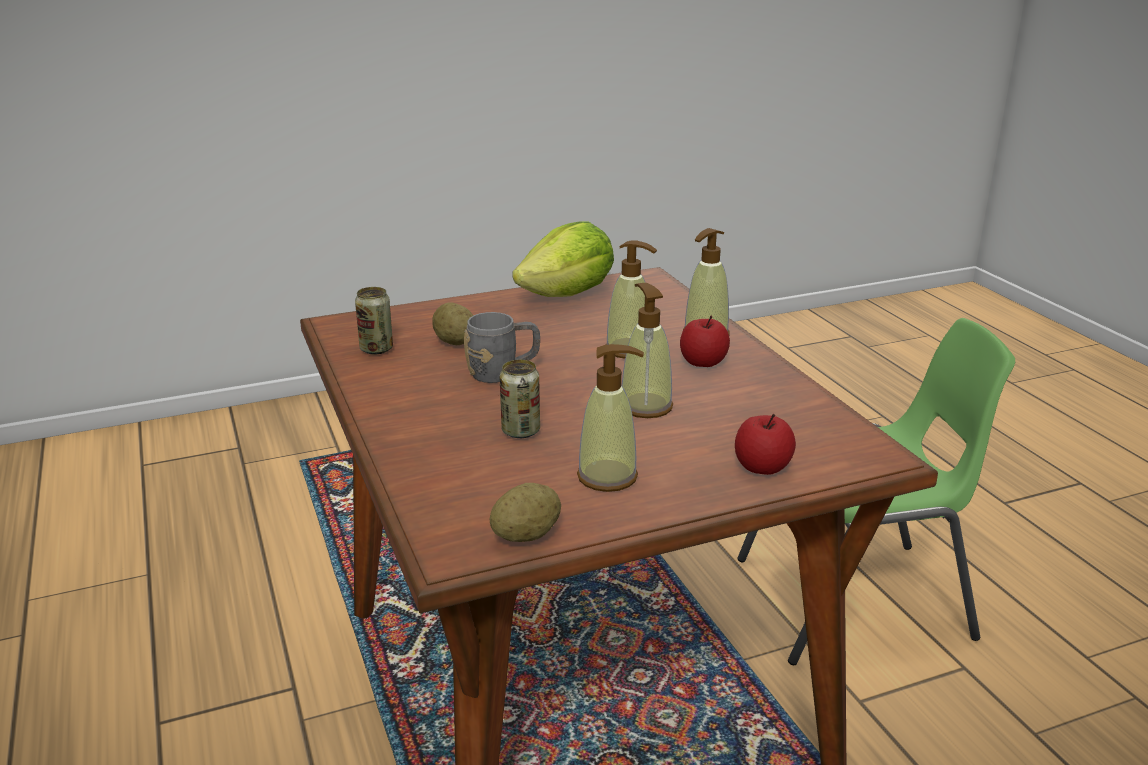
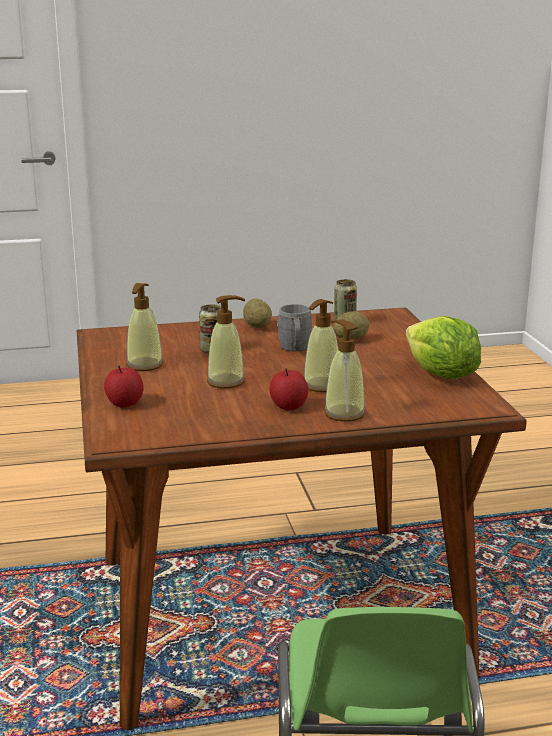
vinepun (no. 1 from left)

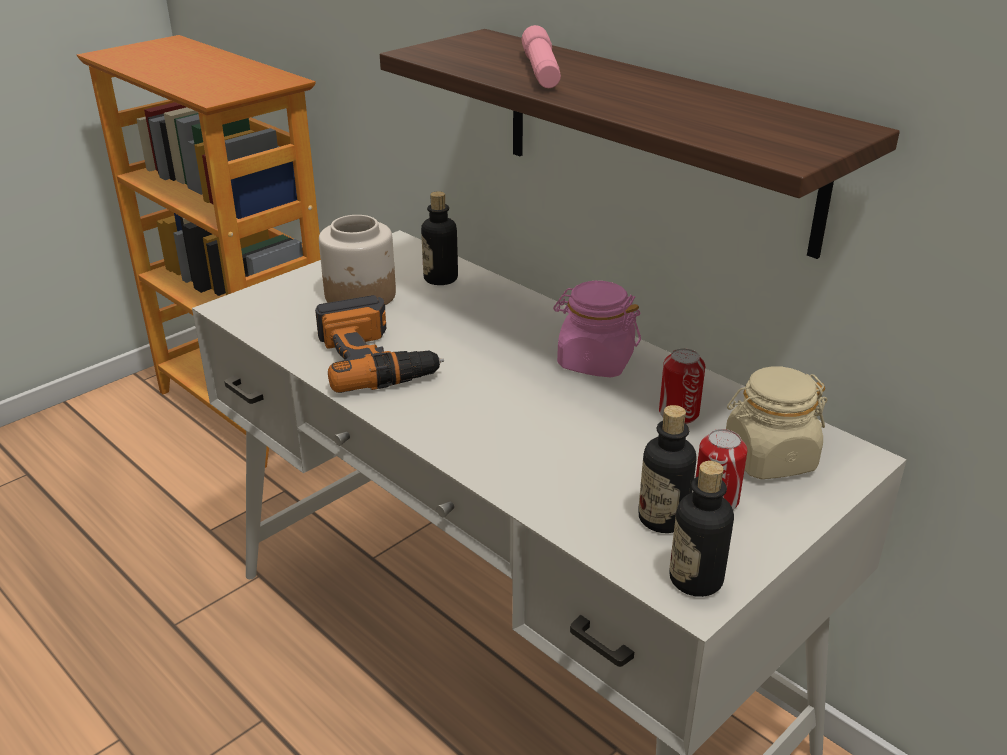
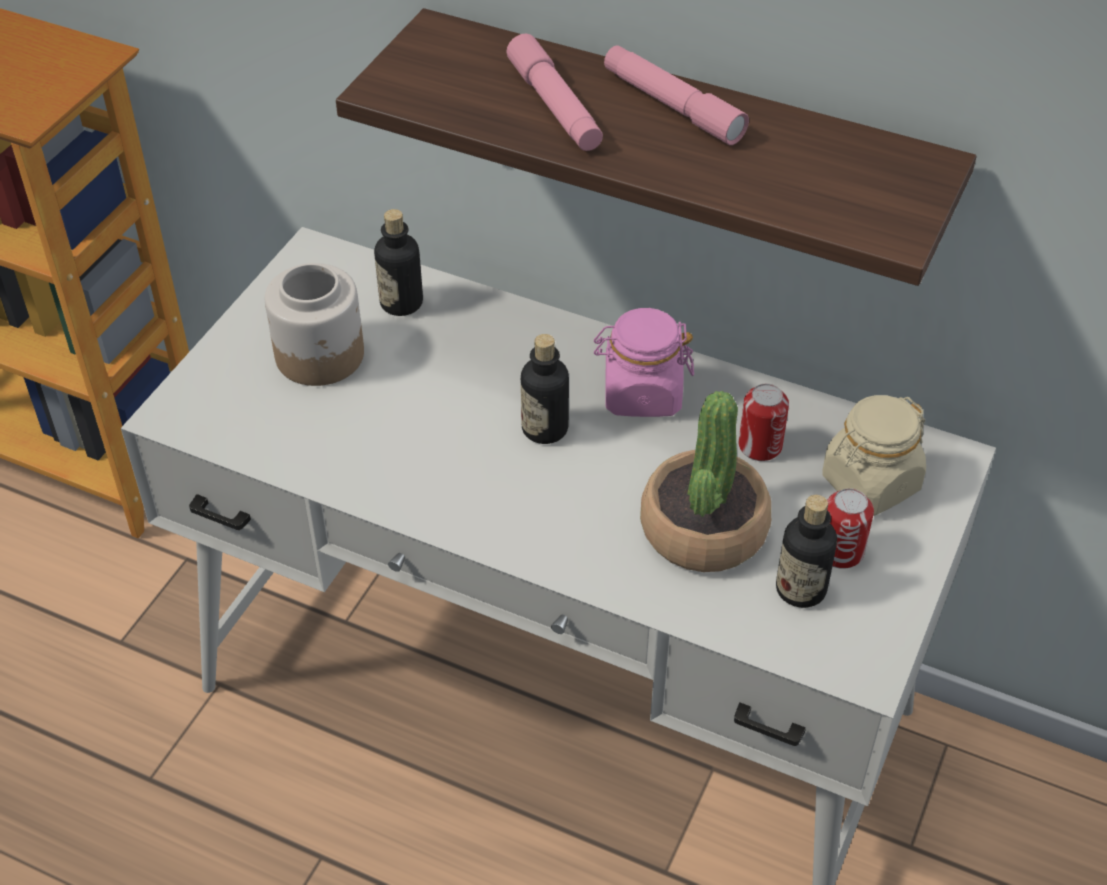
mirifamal (no. 2 from left)
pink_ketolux (no. 2 from left)
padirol
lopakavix

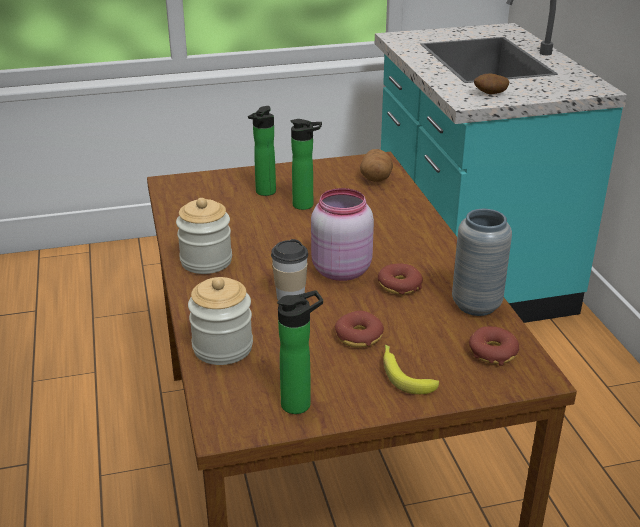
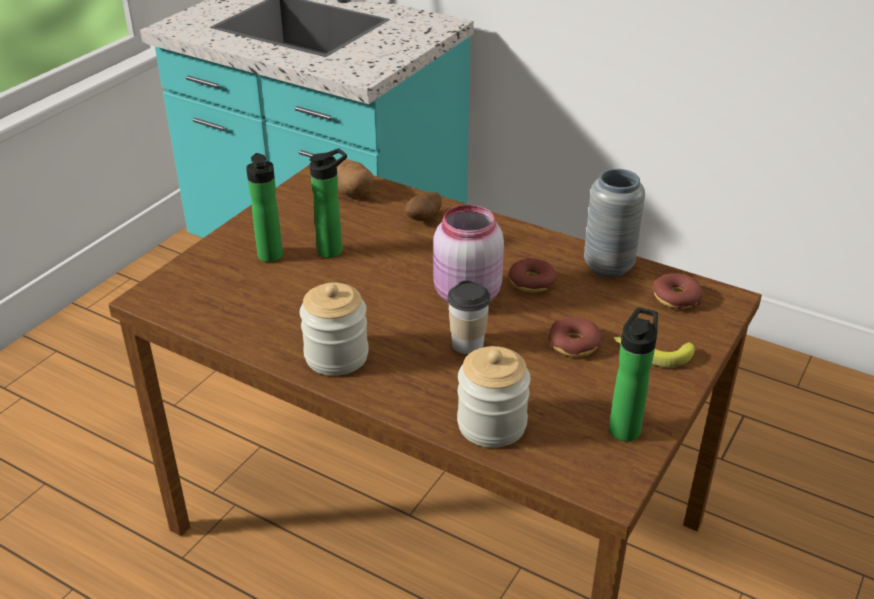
vinepun (no. 2 from left)

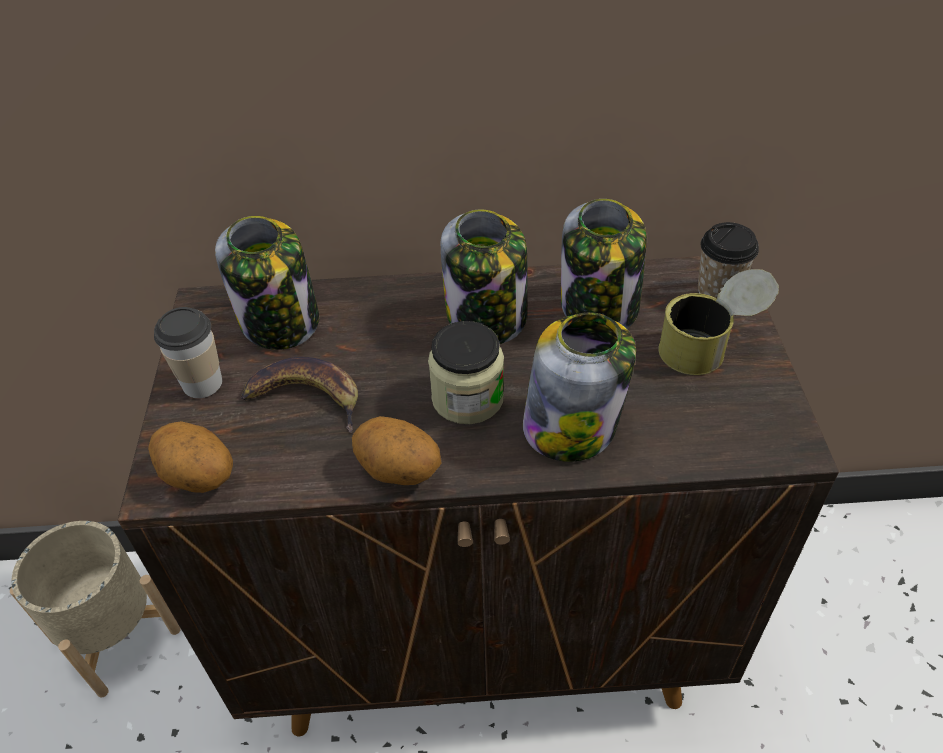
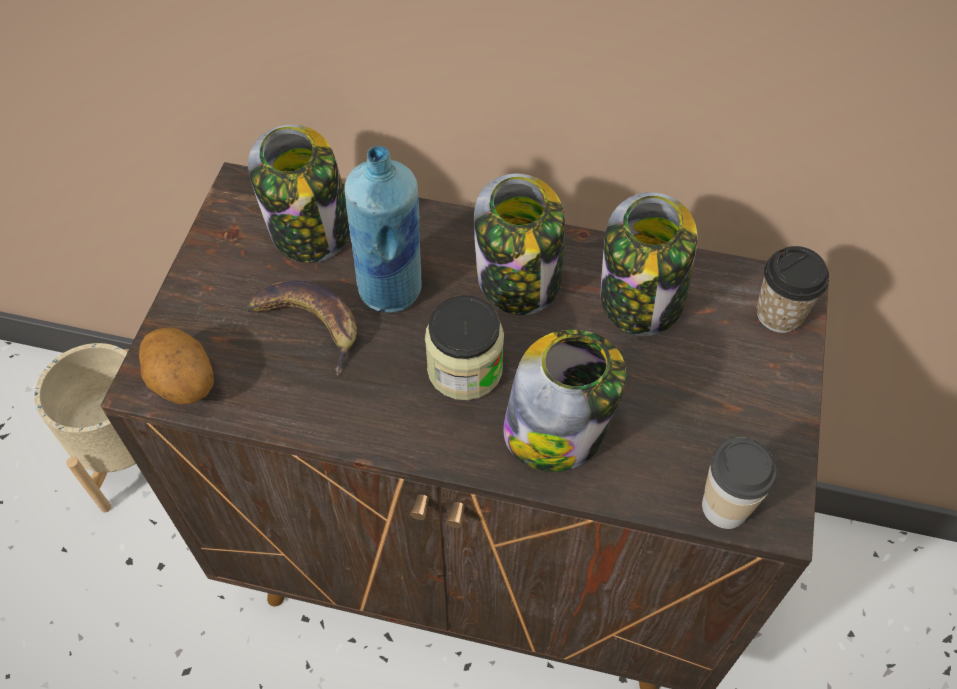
blue_mirifamal
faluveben (no. 1 from left)
vinepun (no. 2 from left in the first image)
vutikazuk

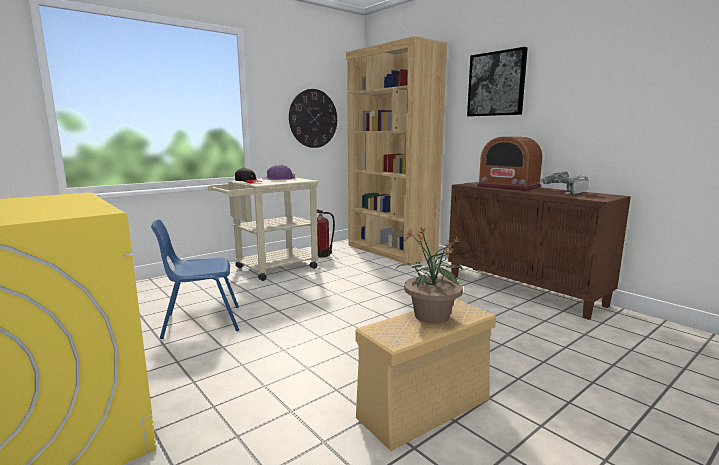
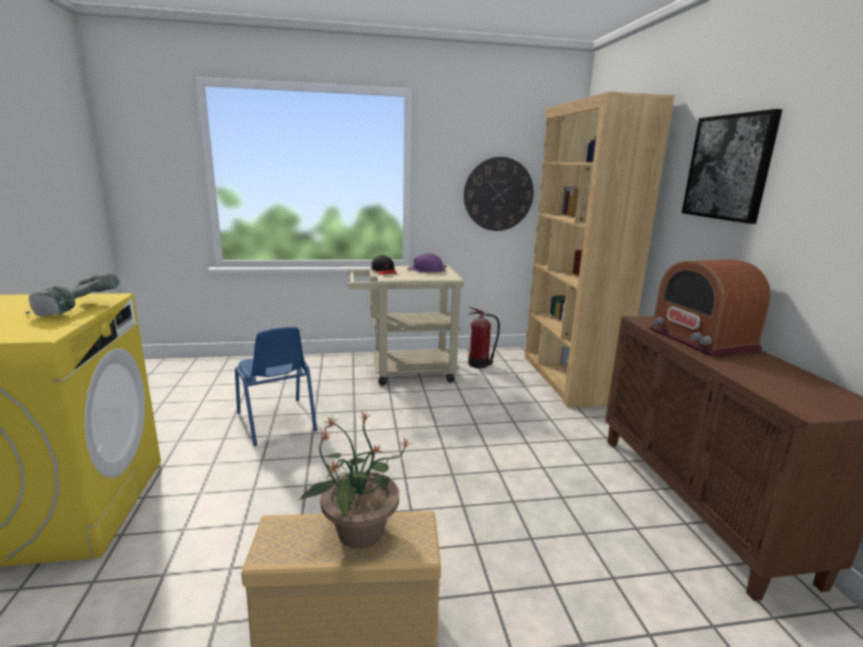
lopakavix
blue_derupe

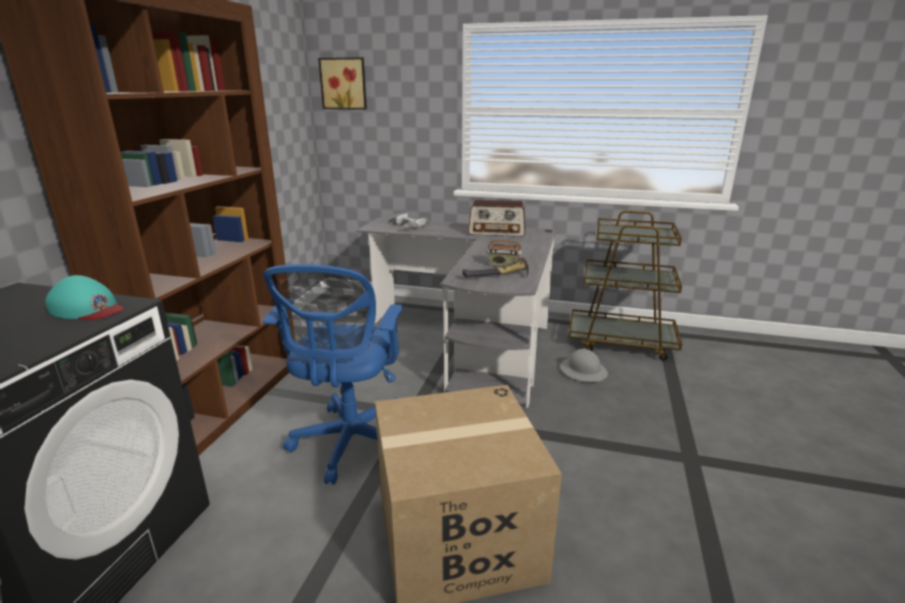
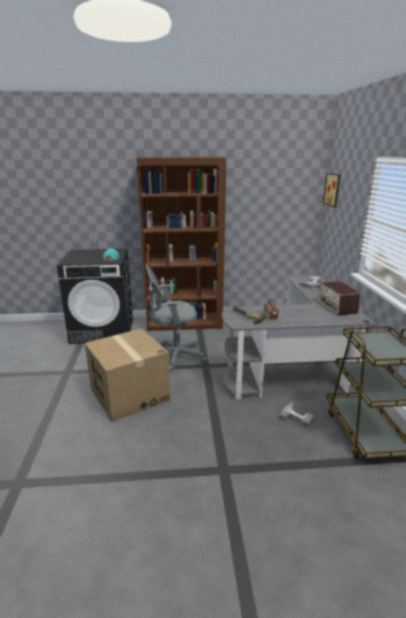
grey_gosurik
lopakavix (no. 1 from left)

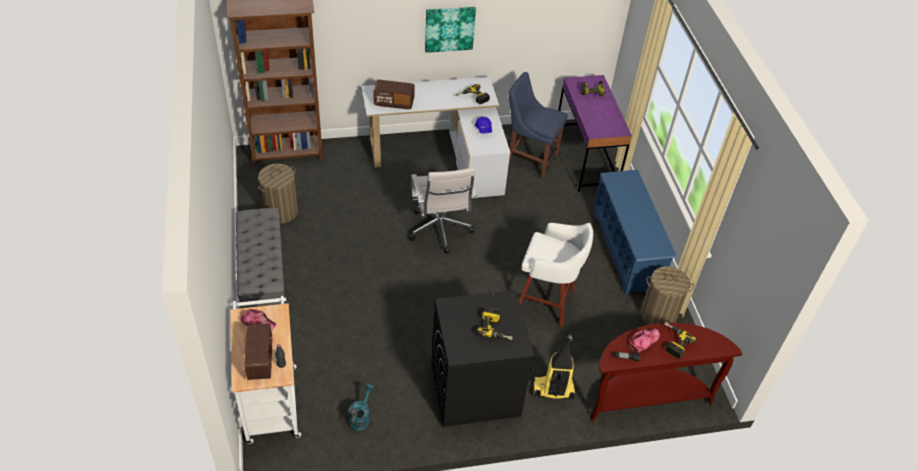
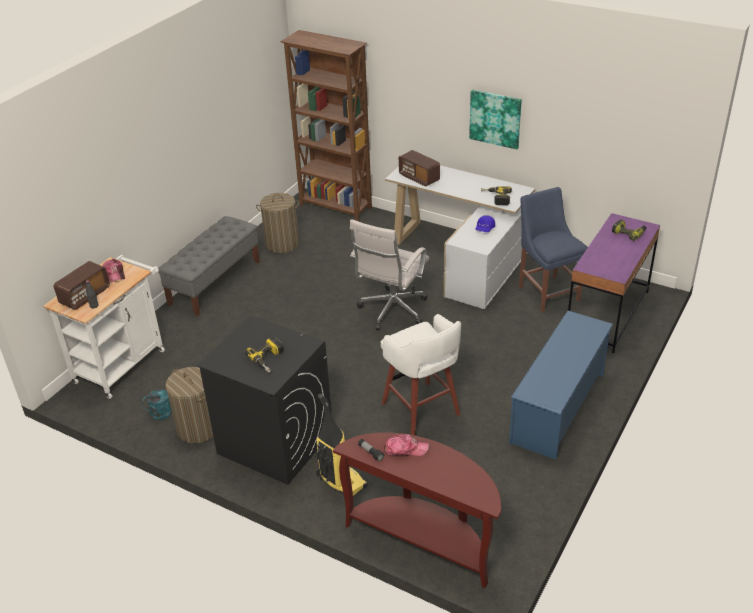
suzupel (no. 1 from left)
lopakavix (no. 4 from left in the first image)

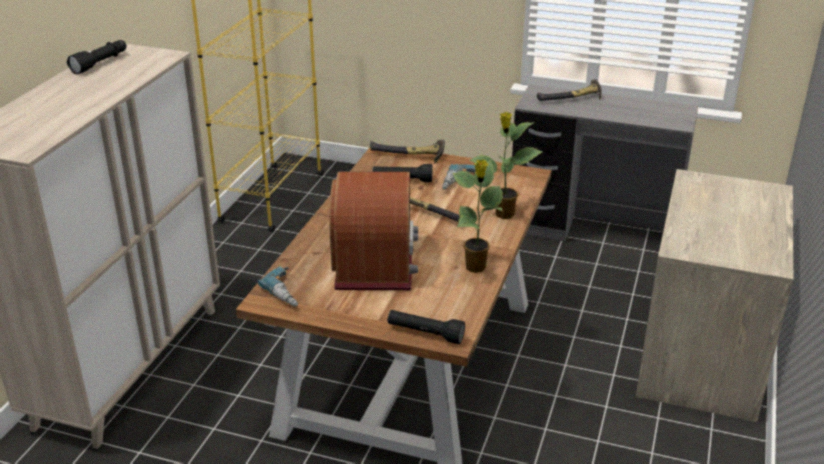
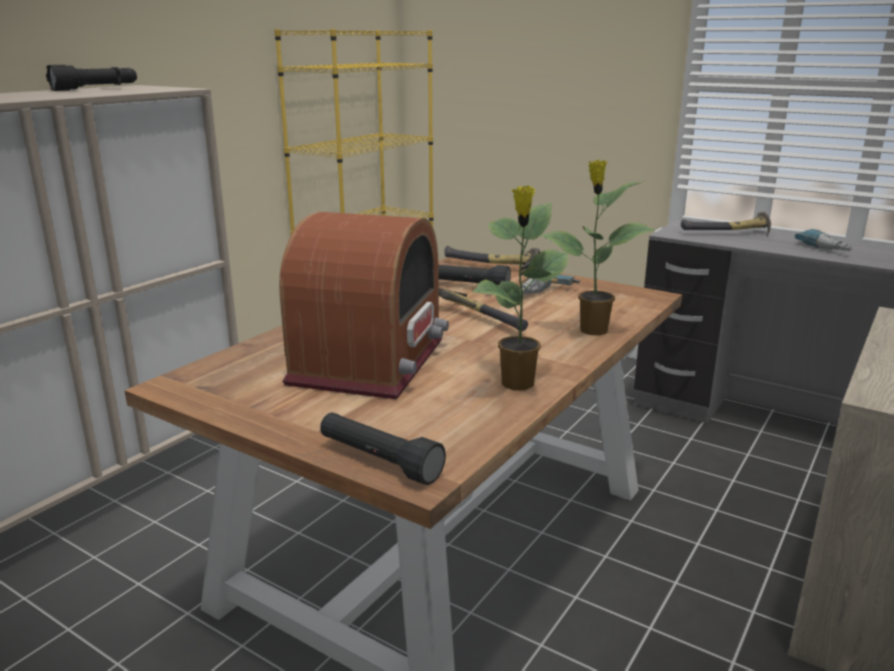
lopakavix (no. 2 from left)

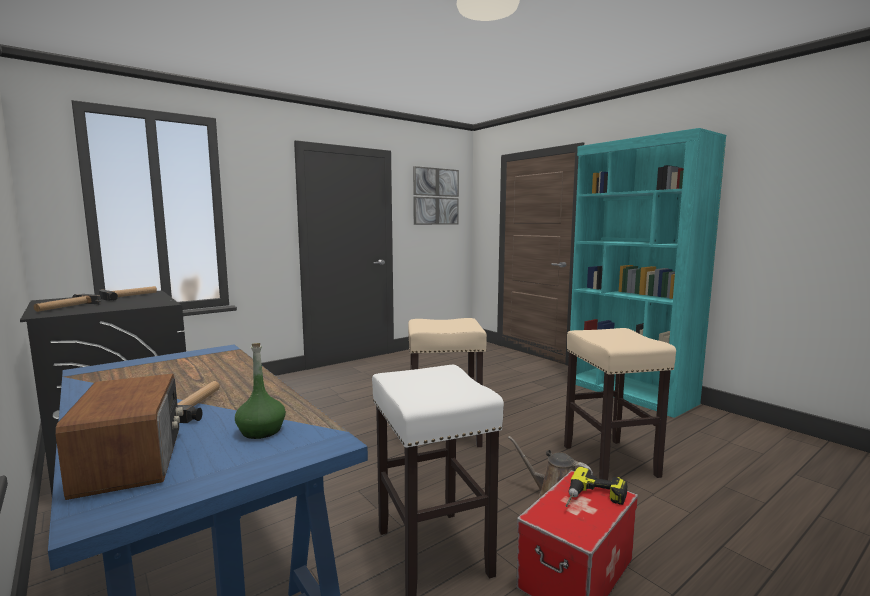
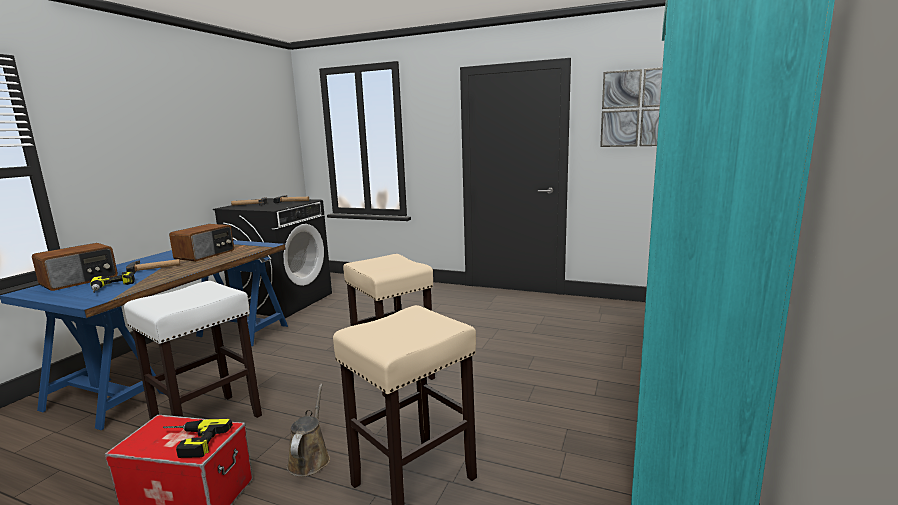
lopakavix (no. 1 from left)
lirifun (no. 2 from left)

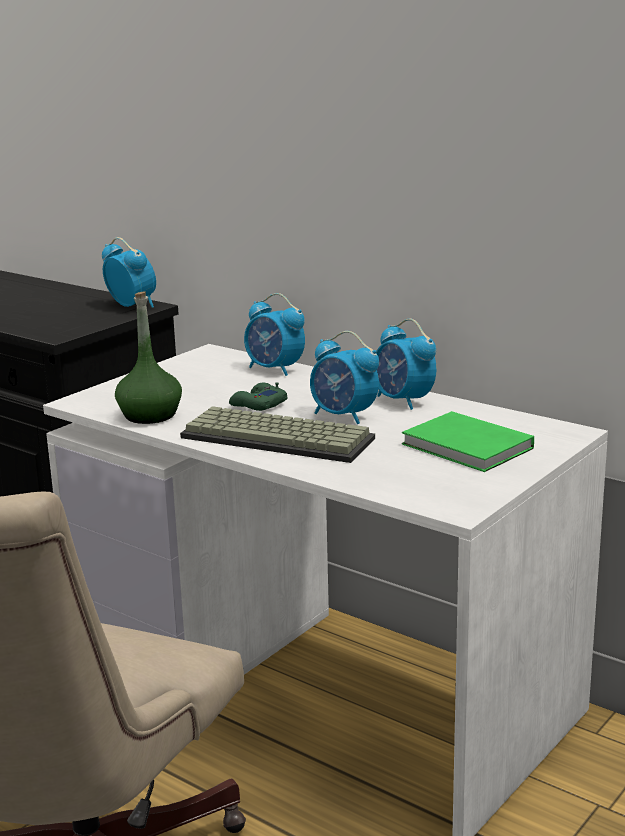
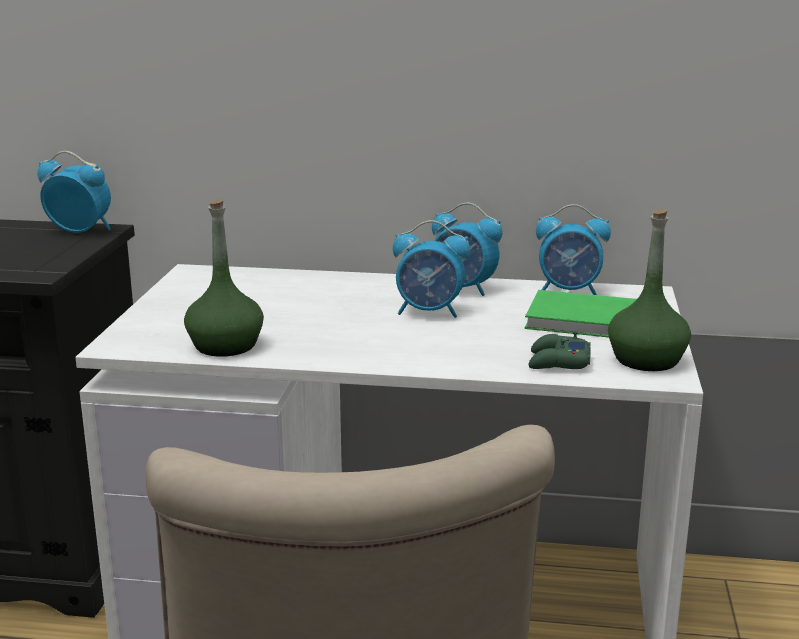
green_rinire
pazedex (no. 4 from left)
green_mirifamal (no. 2 from left)
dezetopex

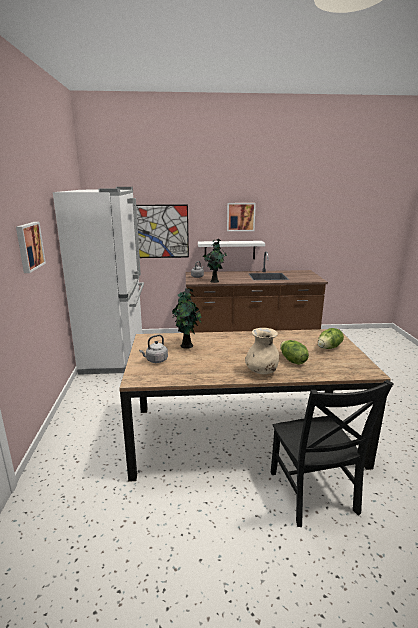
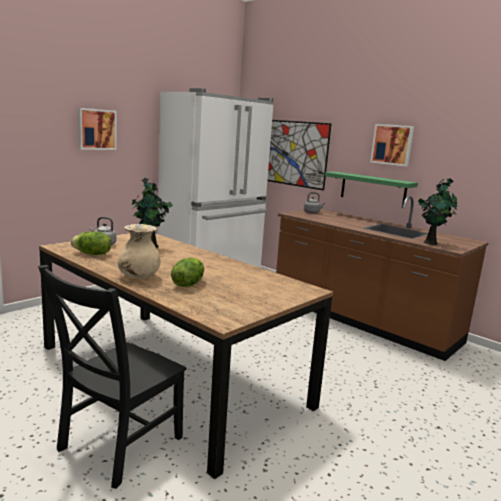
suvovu (no. 1 from left)
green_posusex
padirol (no. 2 from left)

